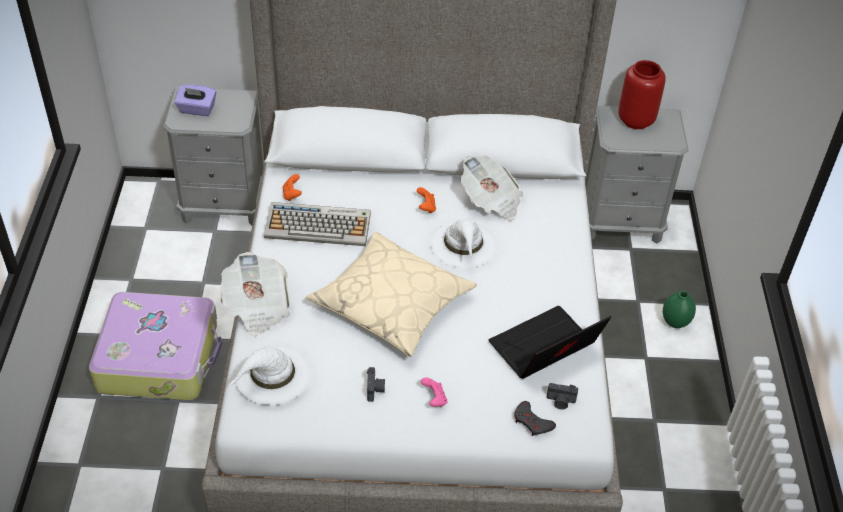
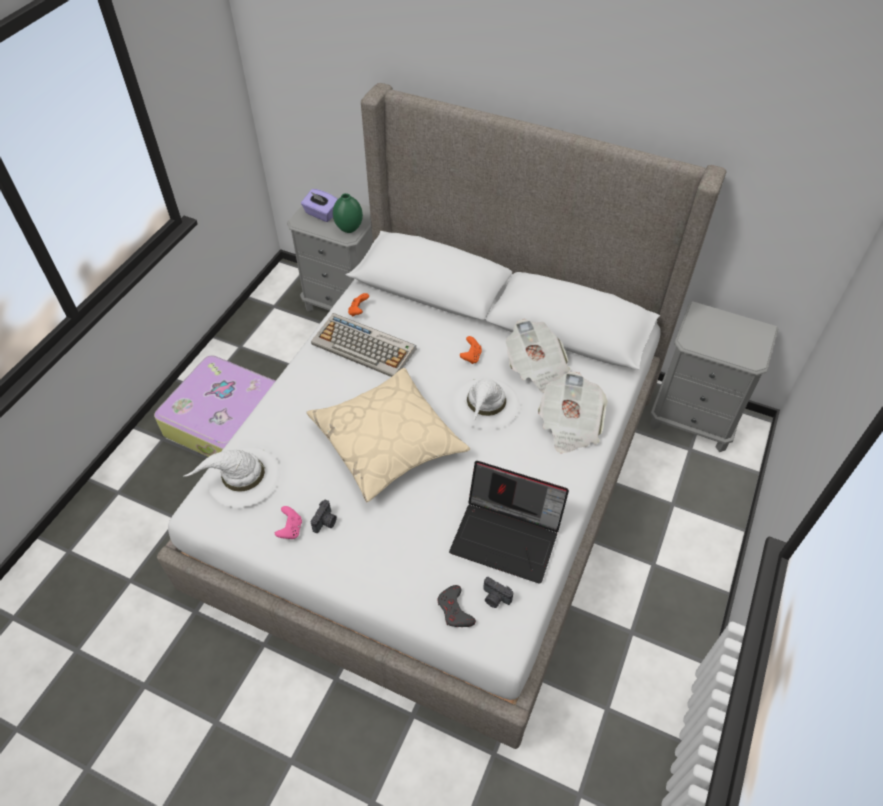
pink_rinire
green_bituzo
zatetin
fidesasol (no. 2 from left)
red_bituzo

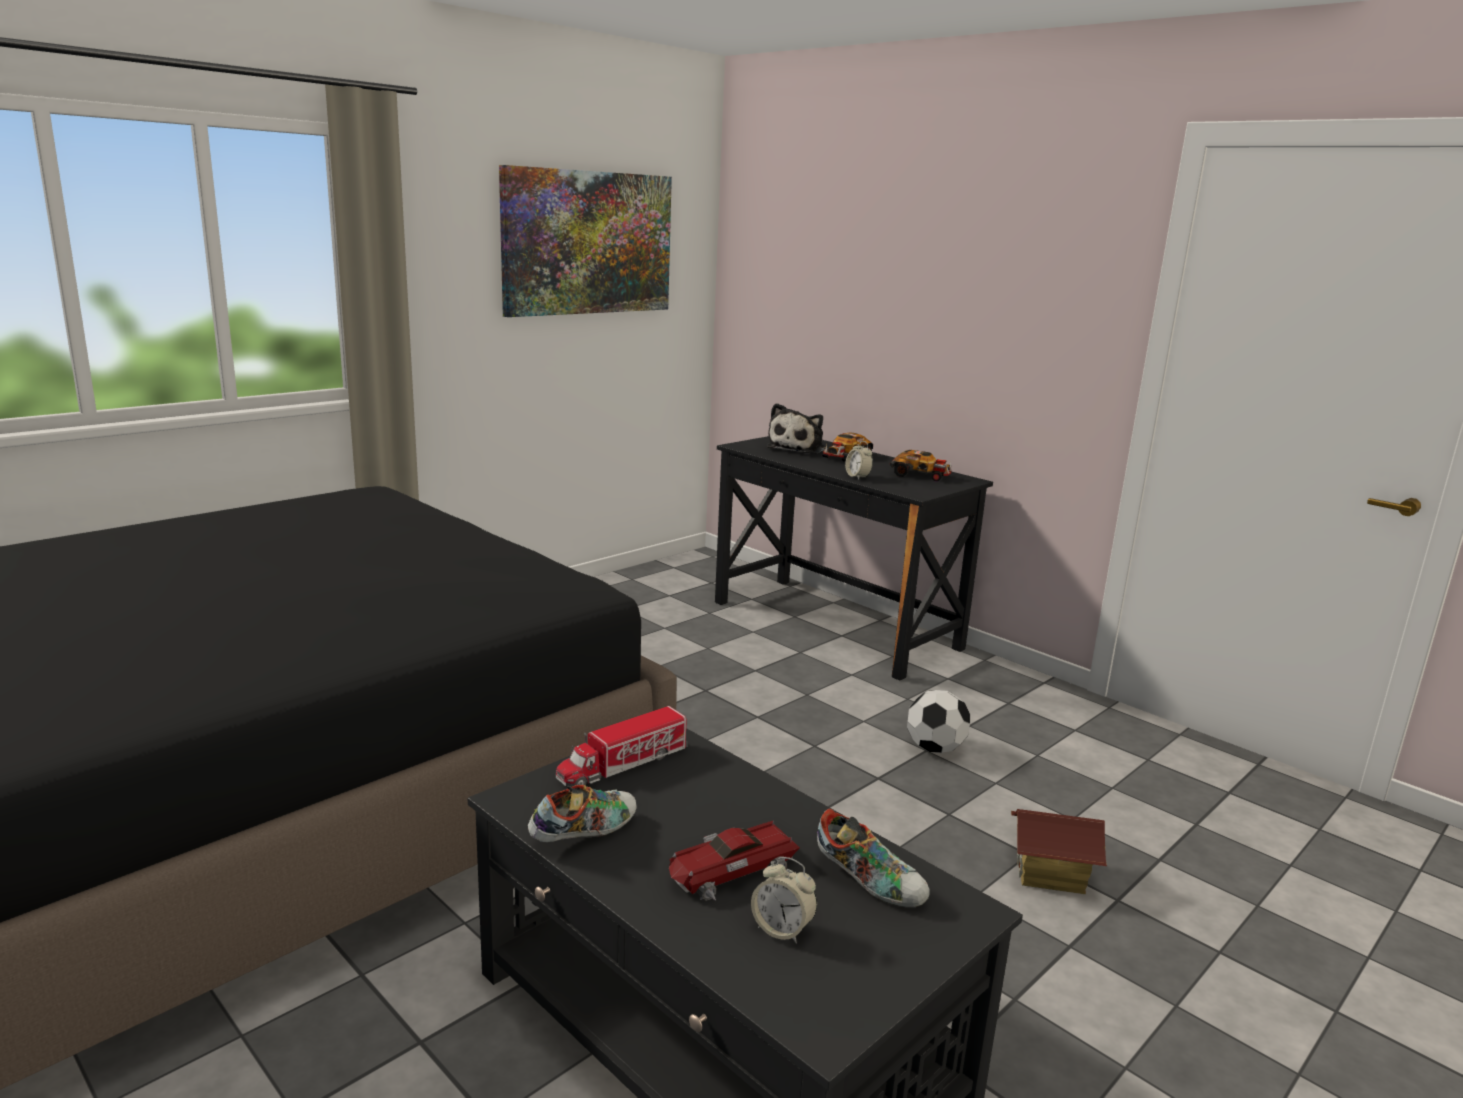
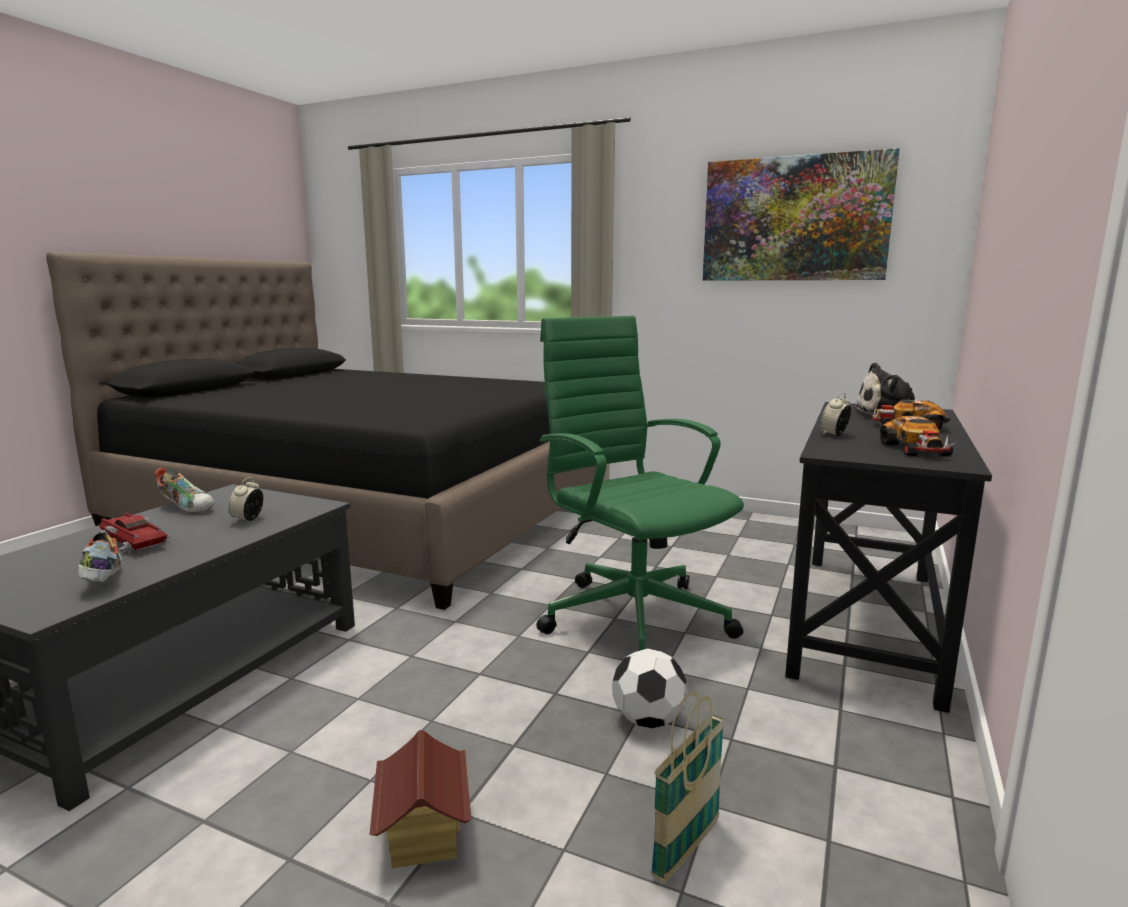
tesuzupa (no. 1 from left)
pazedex (no. 1 from left)
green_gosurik
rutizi
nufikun

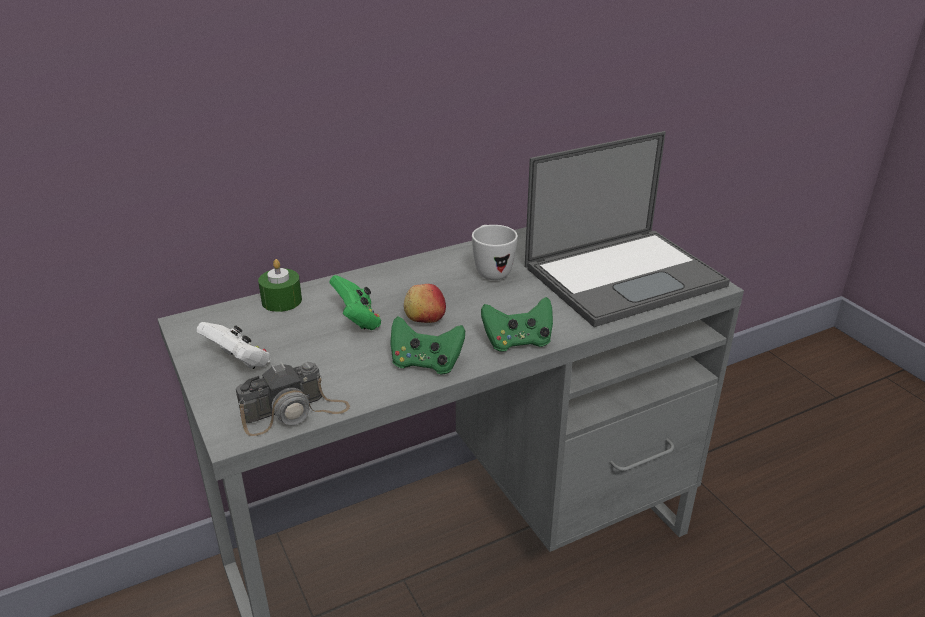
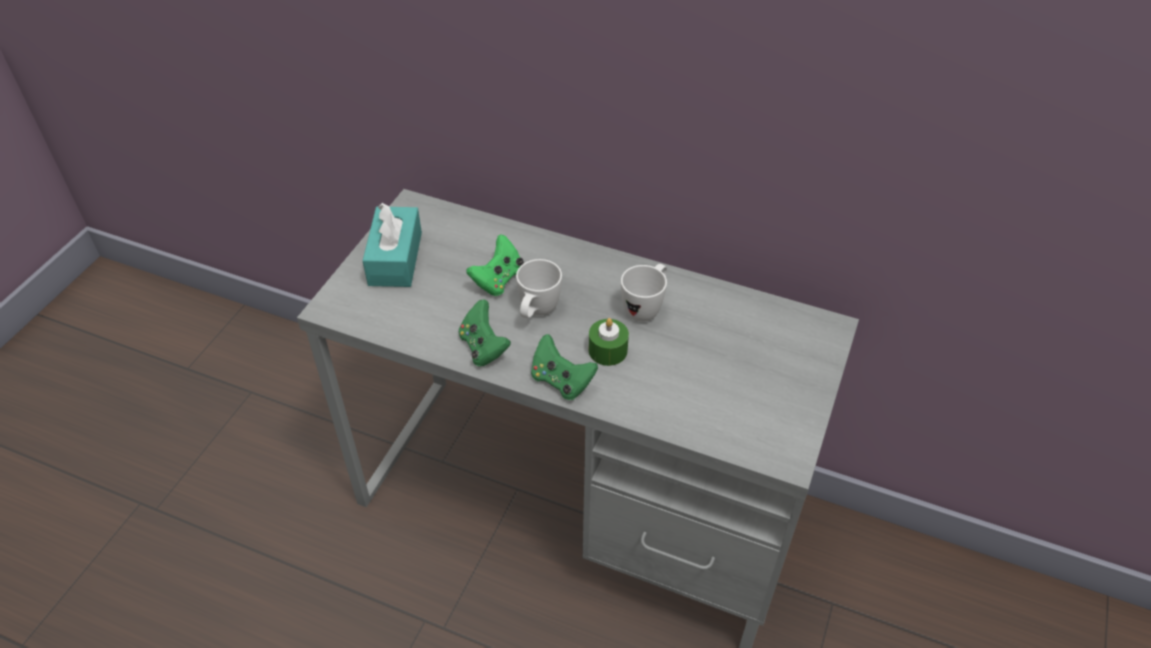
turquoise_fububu
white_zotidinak (no. 1 from left)
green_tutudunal
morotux
zatetin

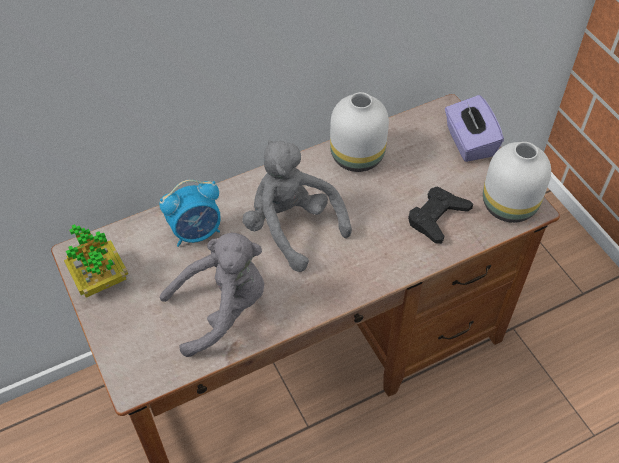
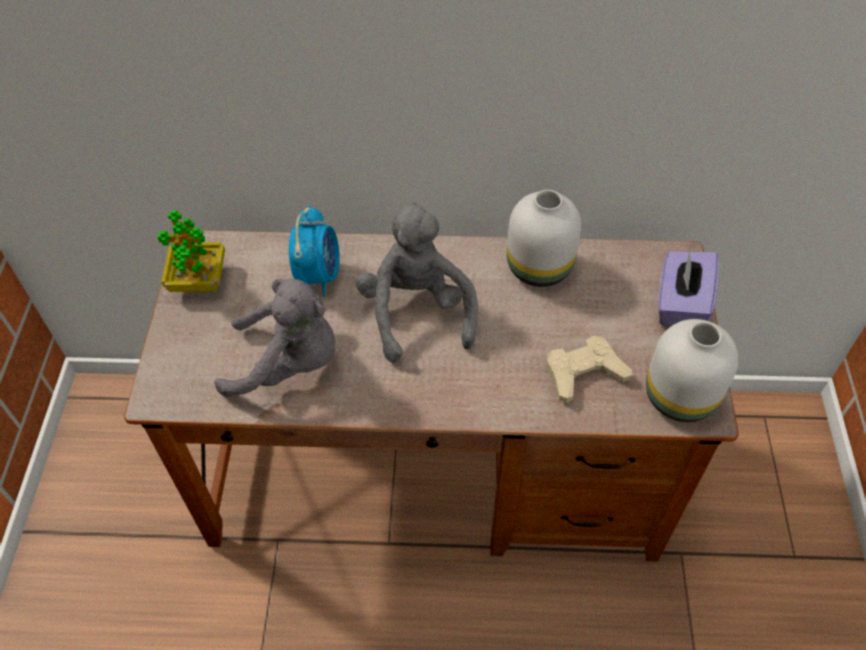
pazedex
beige_rinire

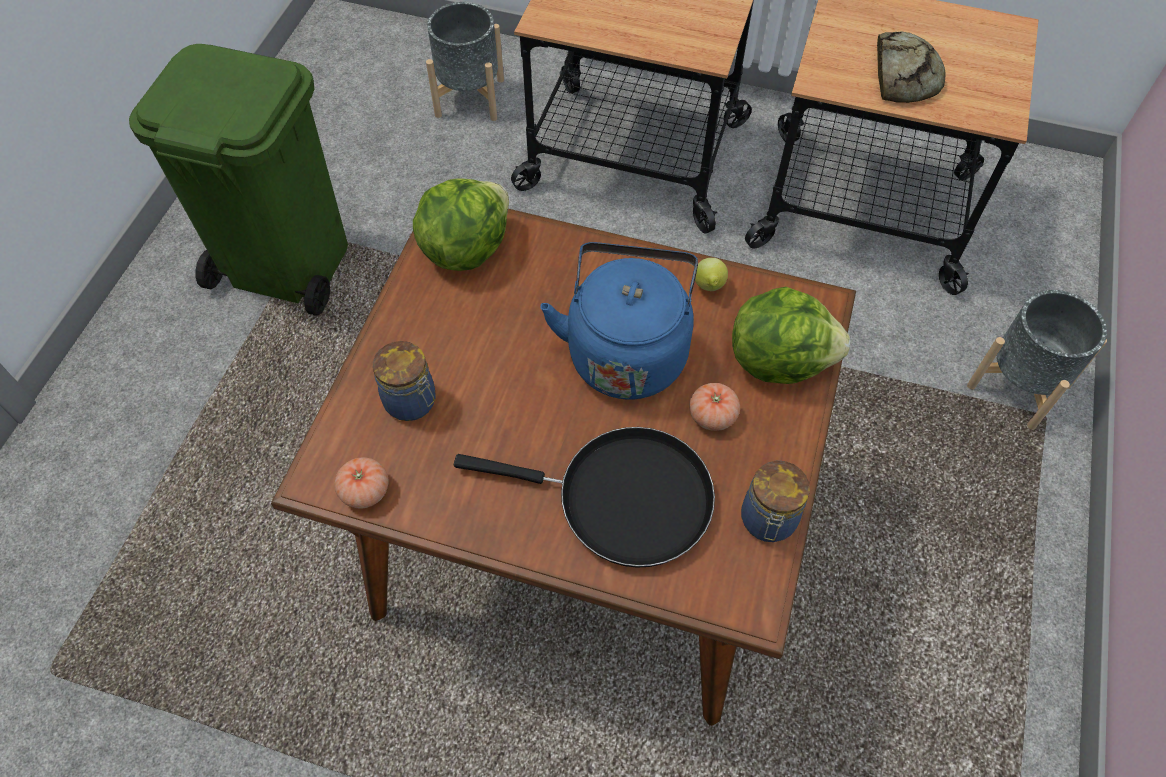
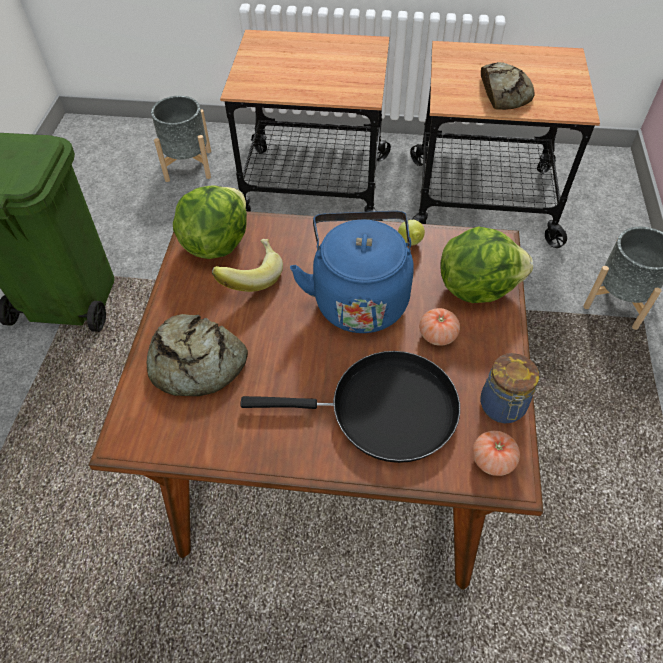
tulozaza (no. 1 from left)
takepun
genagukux (no. 2 from left)

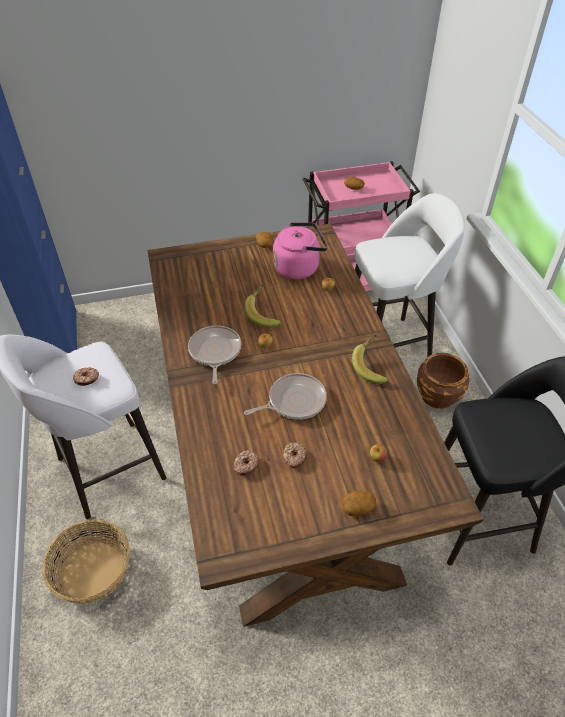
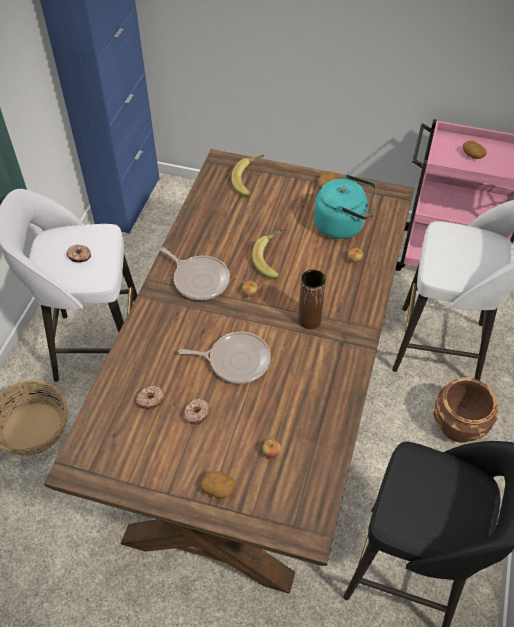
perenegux (no. 1 from left)
takepun (no. 1 from left)
brown_bituzo
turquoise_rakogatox

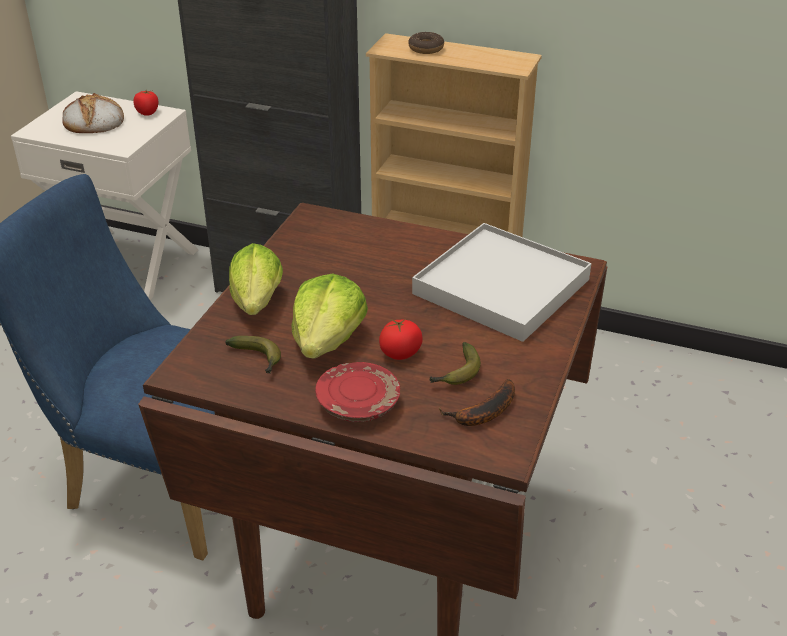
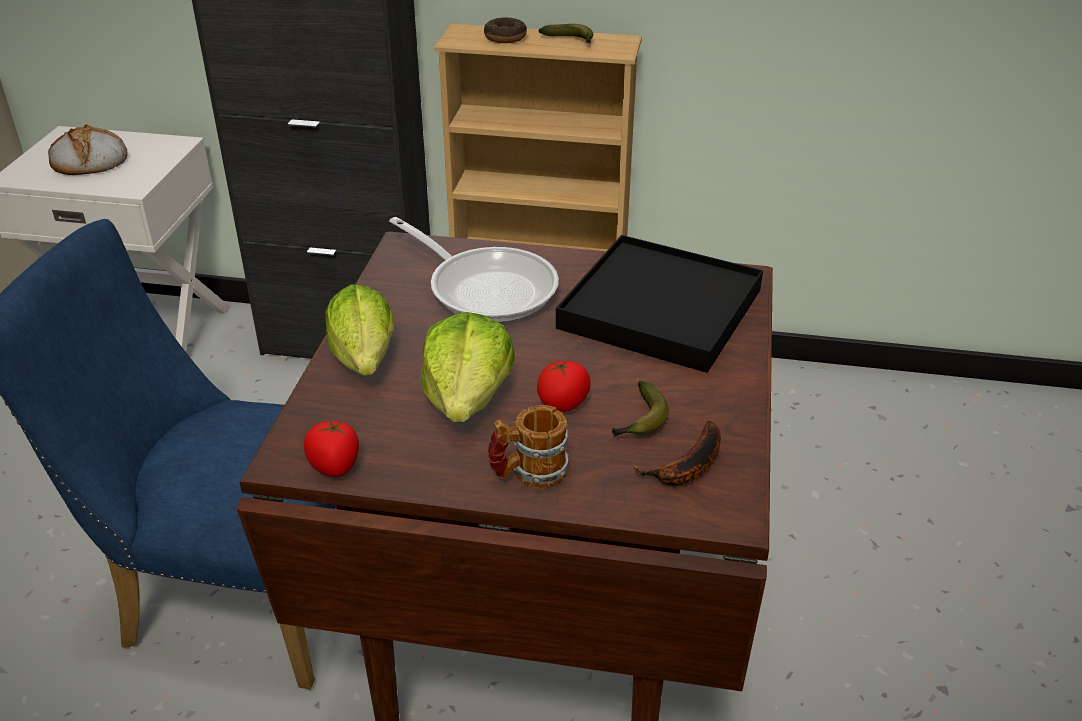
genagukux (no. 1 from left)
perenegux
zotidinak
takepun (no. 1 from left)
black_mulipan

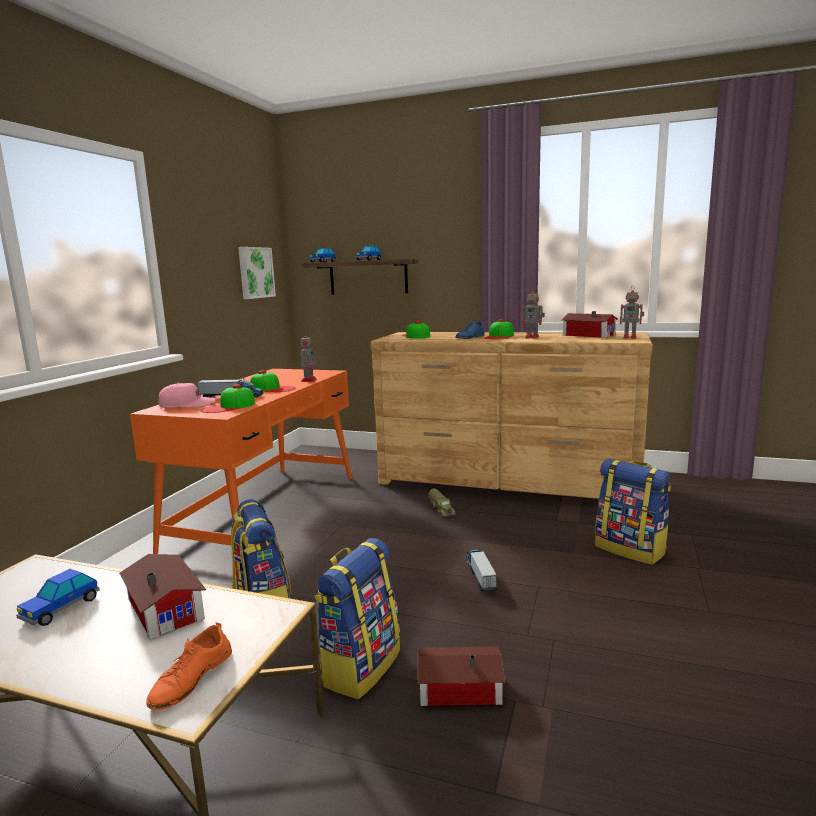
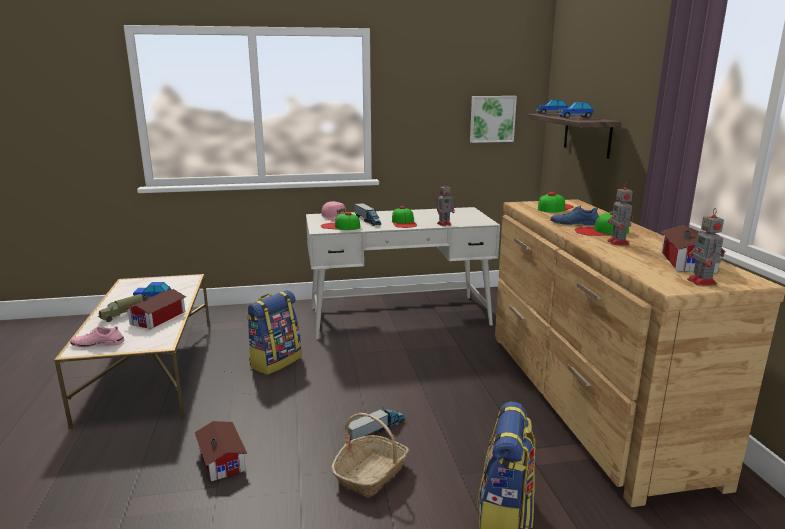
pink_tesuzupa
nufikun (no. 1 from left)
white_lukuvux
rutizi
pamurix (no. 2 from left in the first image)

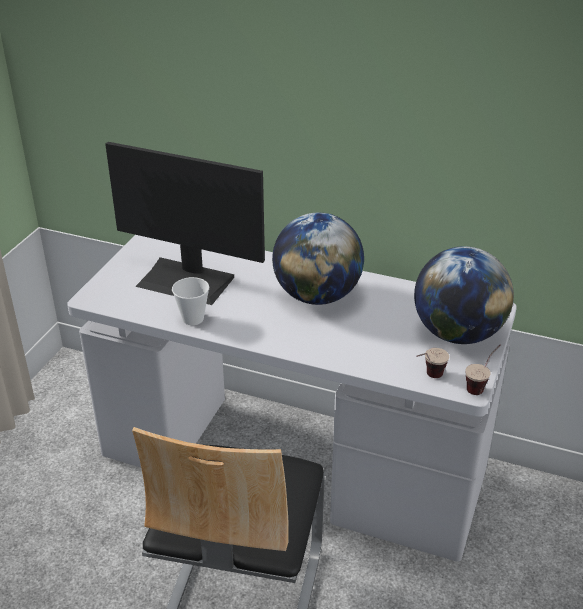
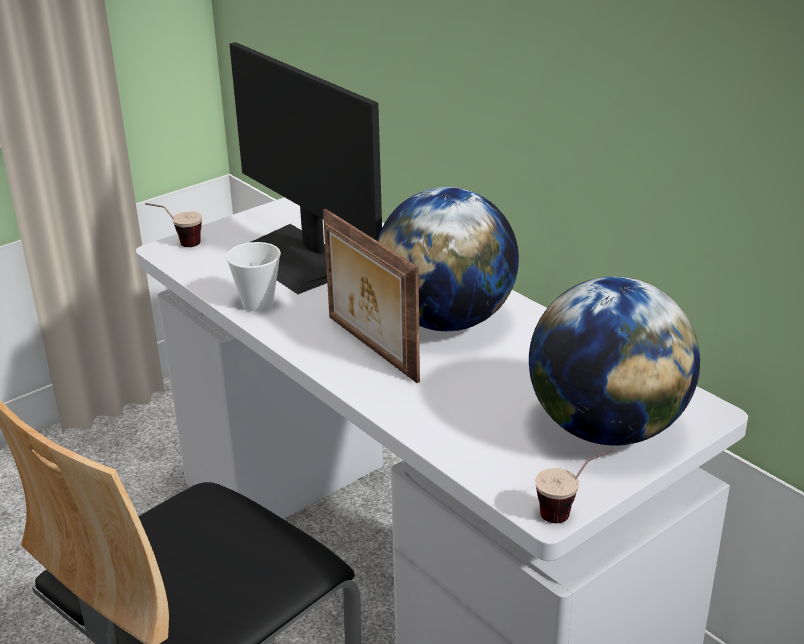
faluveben (no. 1 from left)
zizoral

